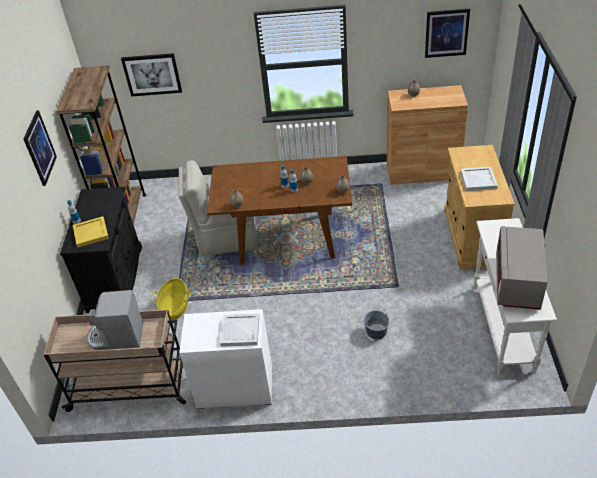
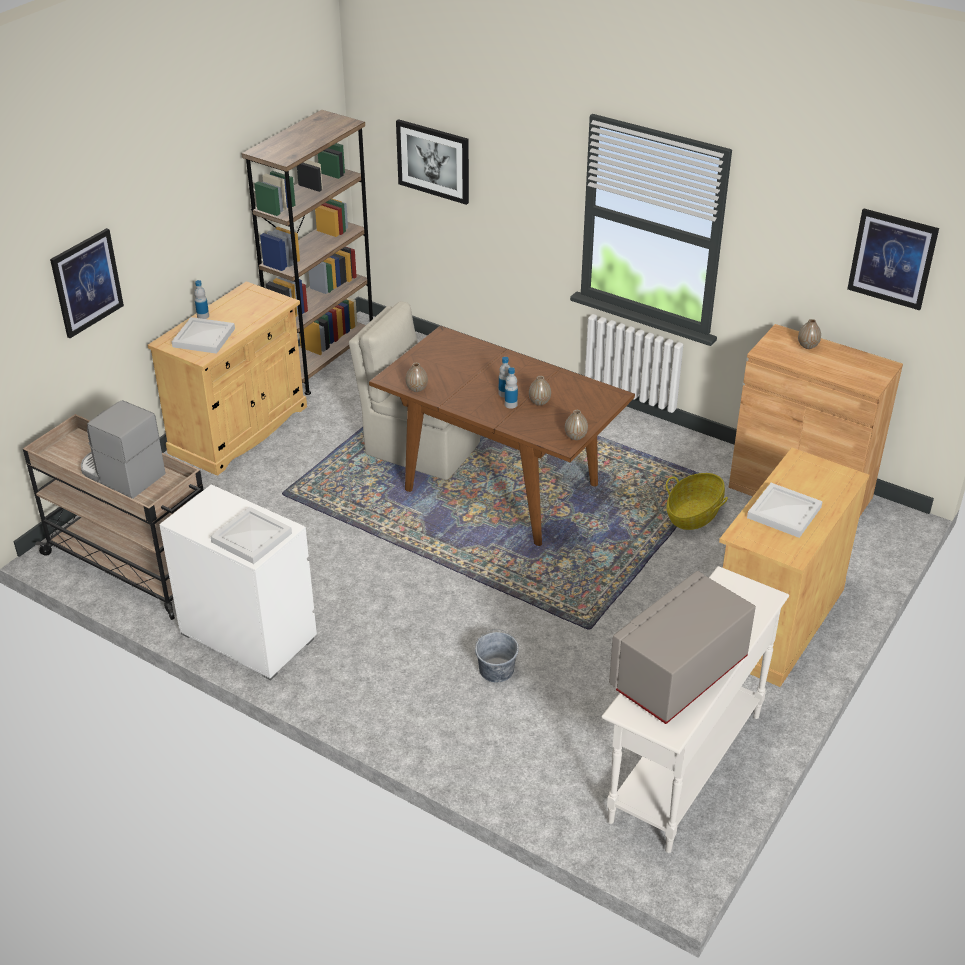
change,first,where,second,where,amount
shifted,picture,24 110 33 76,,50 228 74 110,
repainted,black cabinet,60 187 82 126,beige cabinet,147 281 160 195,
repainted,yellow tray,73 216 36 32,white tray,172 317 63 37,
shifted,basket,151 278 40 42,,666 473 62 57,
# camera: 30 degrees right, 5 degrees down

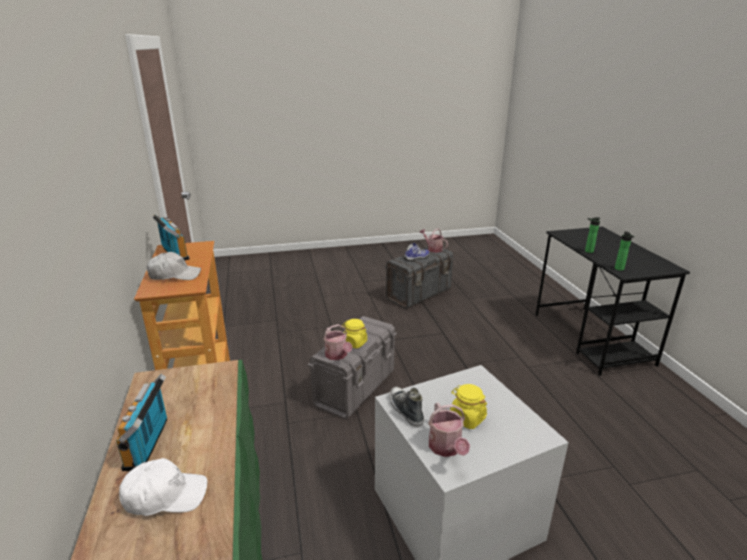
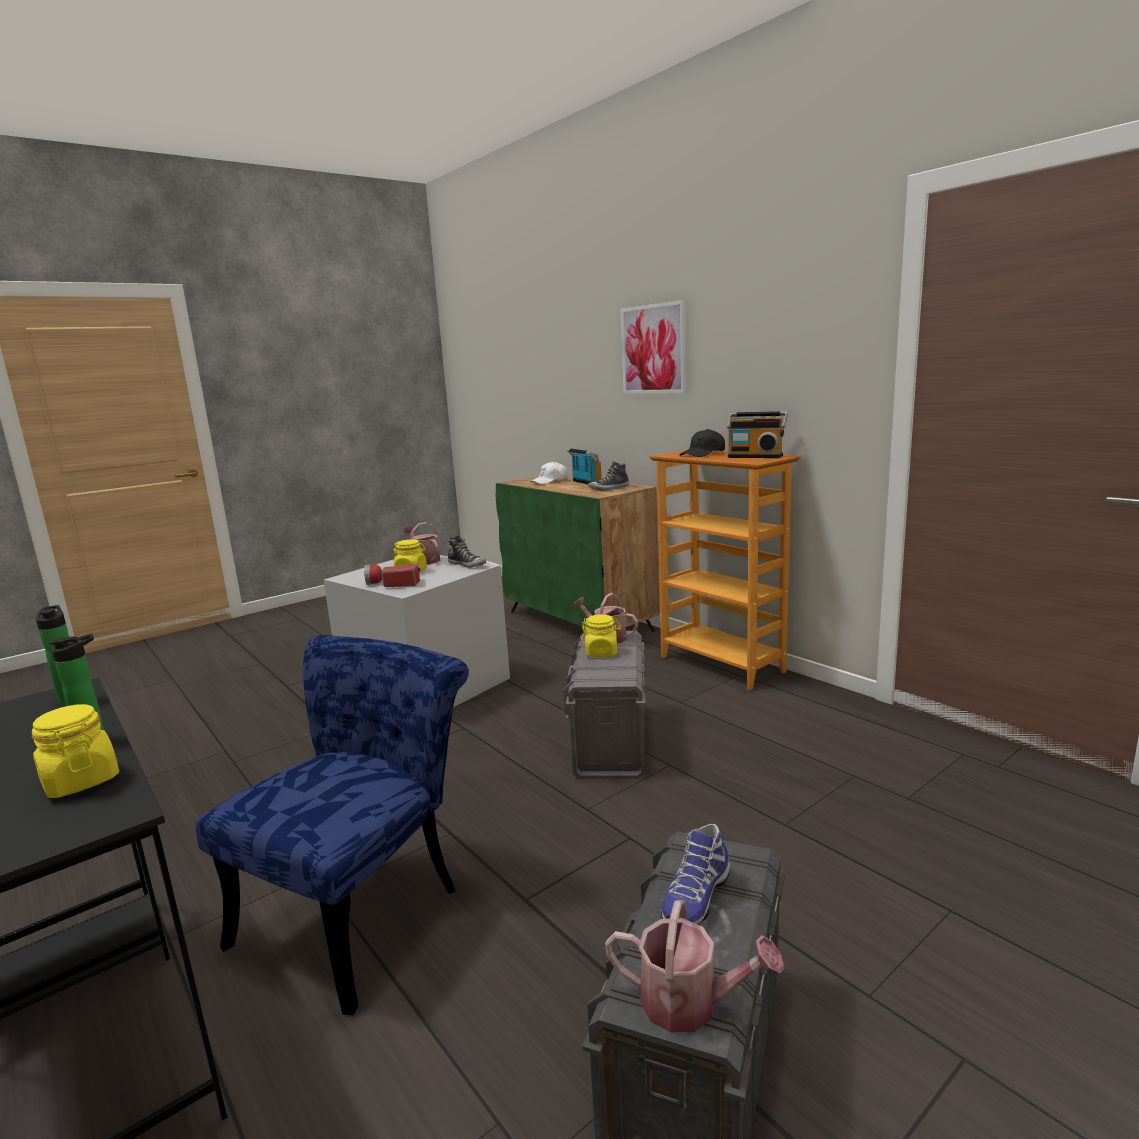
change,first,where,second,where,amount
repainted,white cap,147 252 54 28,black cap,680 429 45 28,
new,,,picture,620 300 67 94,
new,,,shoe,588 461 41 29,
new,,,flashlight,364 564 56 23,
new,,,blue chair,195 635 274 381,
new,,,yellow jar,31 704 88 94,
# camera: 155 degrees right, 10 degrees down

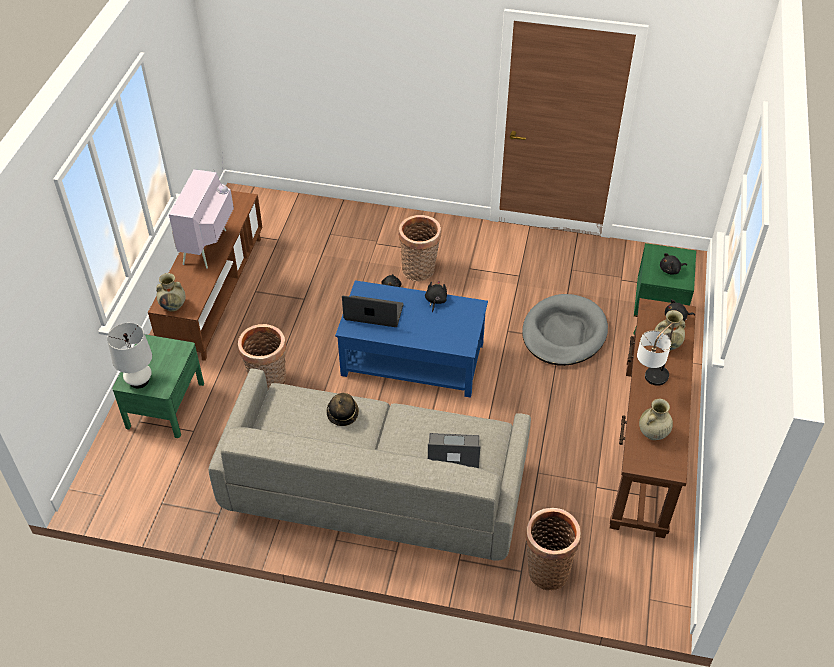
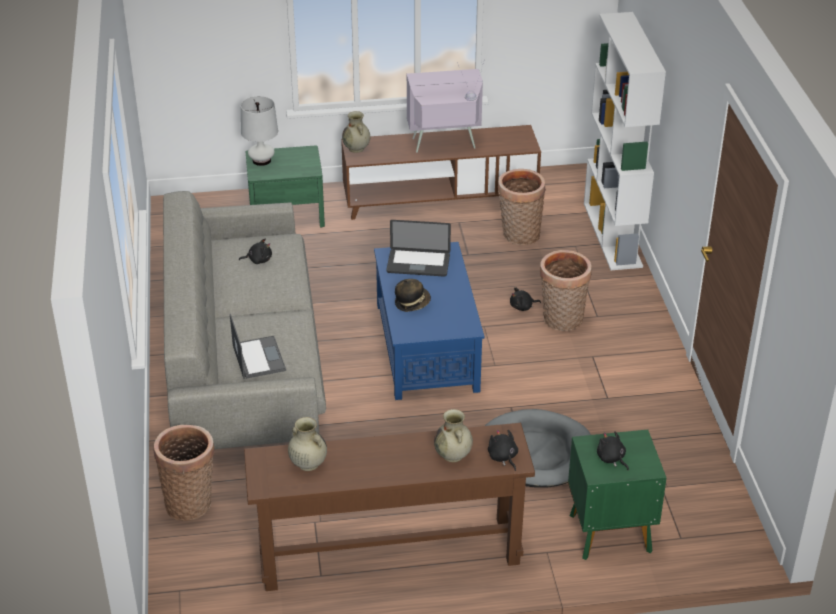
change,first,where,second,where,amount
shifted,black plush toy,425 281 22 31,,239 239 33 25,
rotated,laptop,342 296 61 31,,386 220 65 57,105 degrees clockwise
gone,table lamp,637 323 37 63,,,
shifted,basket,238 324 48 65,,498 169 48 76,
shifted,hat,326 393 33 33,,395 279 36 33,
new,,,white bookcase,584 12 82 258,
# camera: 70 degrees right, 10 degrees down

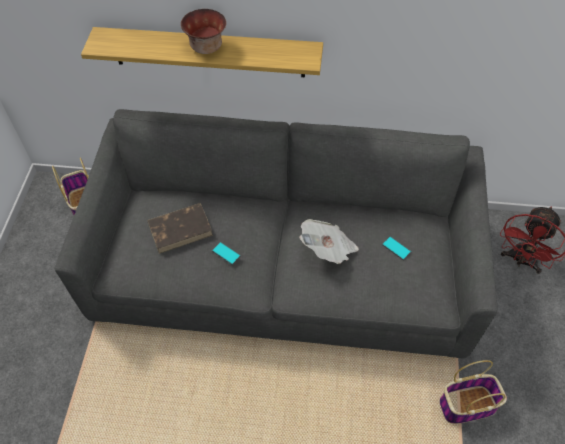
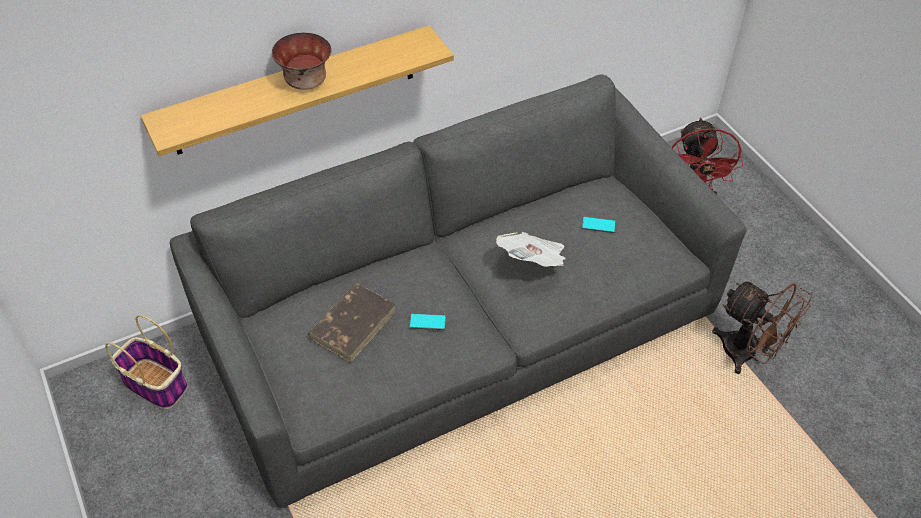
change,first,where,second,where,amount
swapped,basket,439 360 68 64,brown fan,712 282 100 92,
# camera: 35 degrees left, 5 degrees down

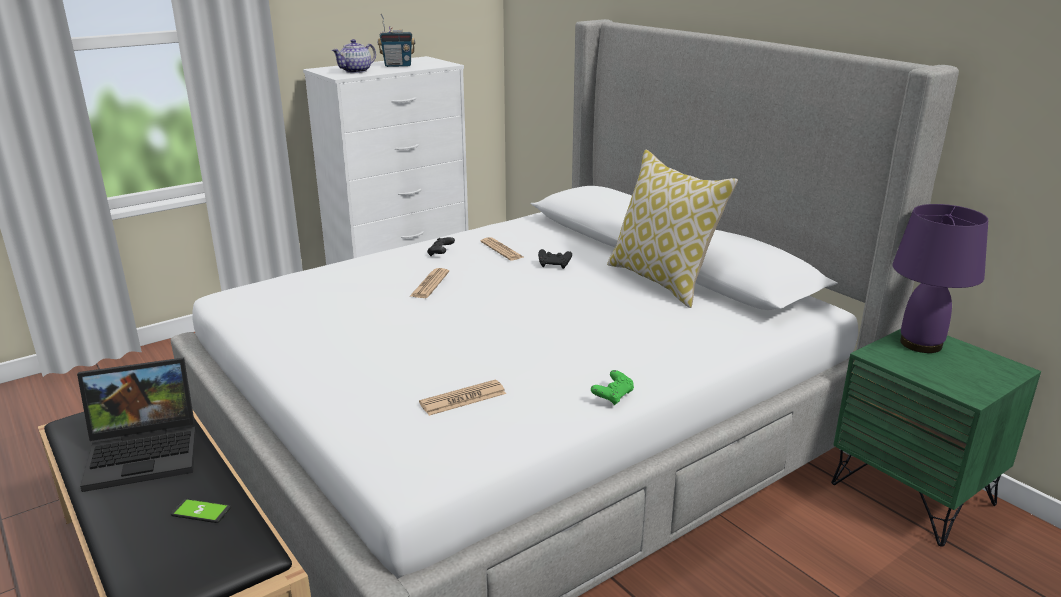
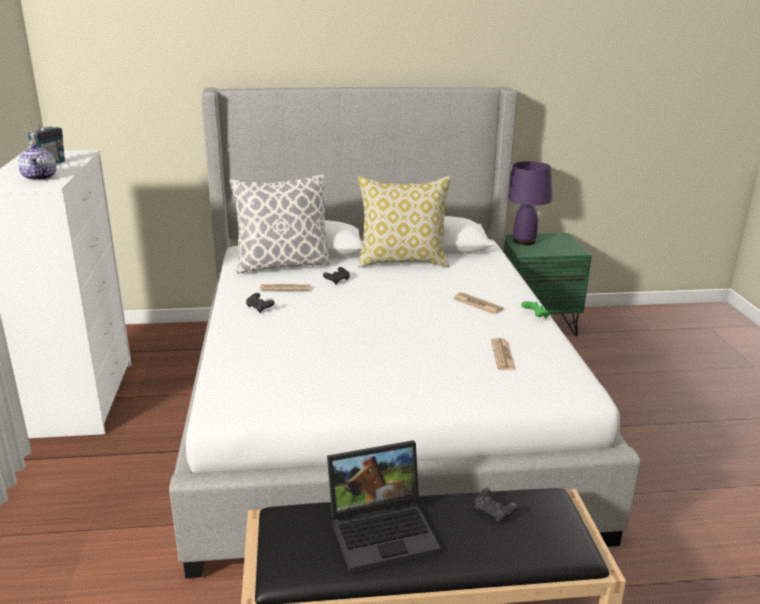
change,first,where,second,where,amount
shifted,newspaper,409 268 40 30,,453 292 51 22,
rotated,laptop,77 358 119 134,,327 440 114 134,60 degrees clockwise
swapped,phone,171 499 60 24,black game controller,475 488 43 35,
new,,,pillow,229 174 101 100,
# camera: 60 degrees left, 0 degrees up

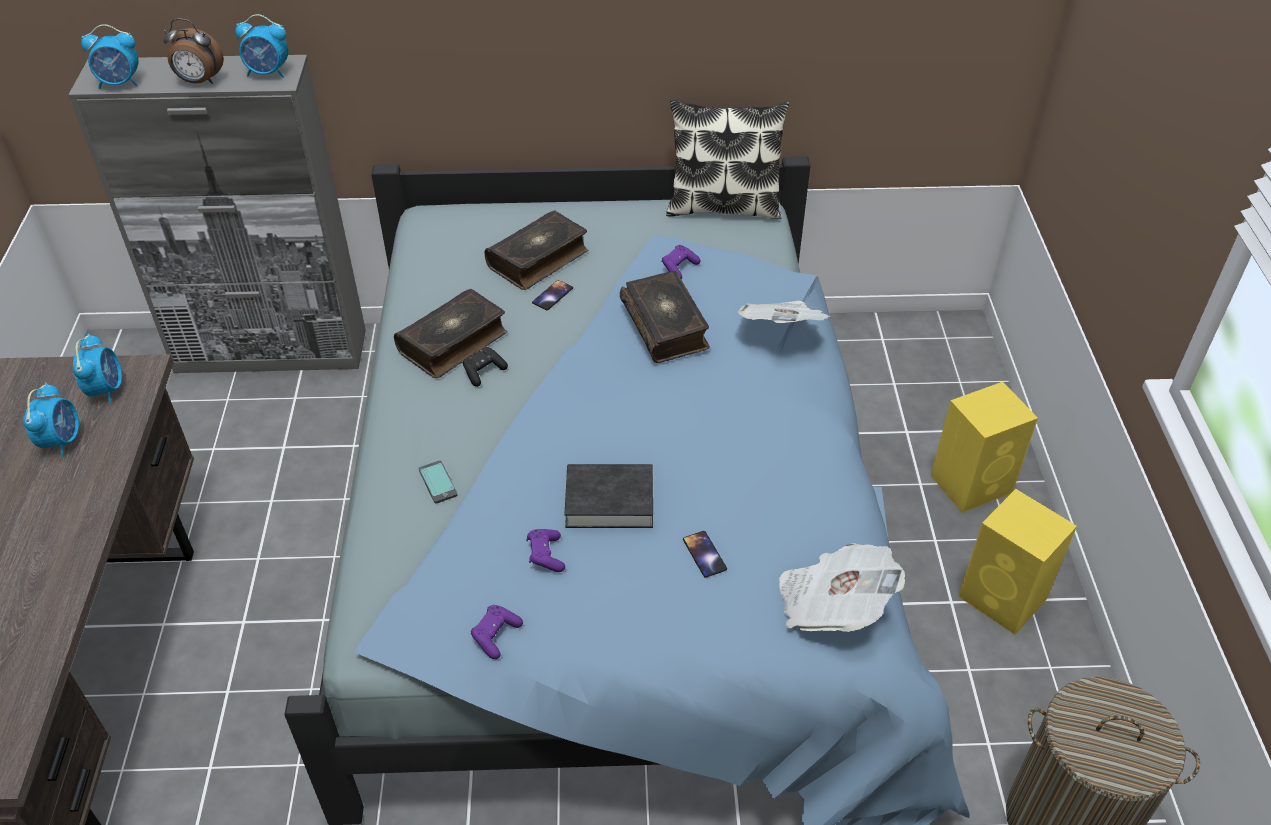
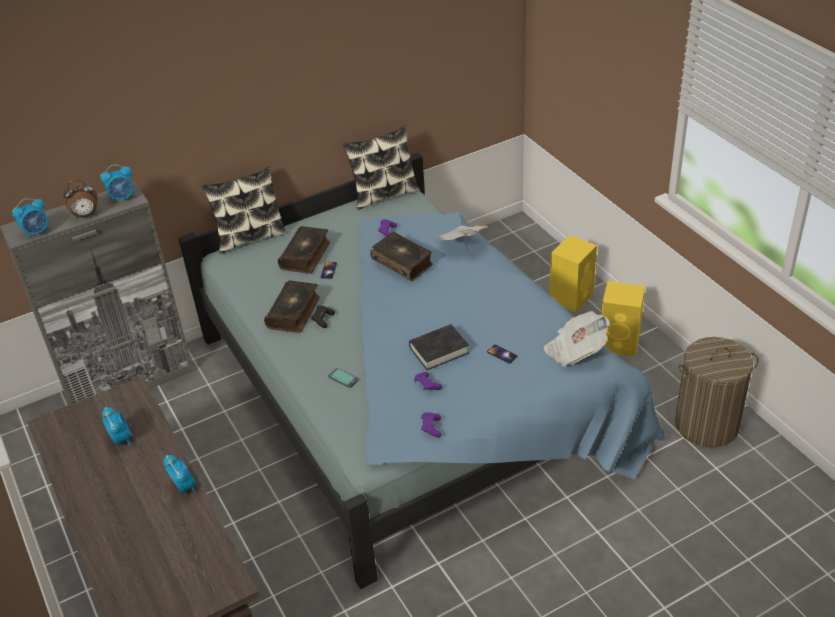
change,first,where,second,where,amount
shifted,alarm clock,73 334 49 70,,164 454 32 40,
new,,,pillow,201 166 87 88,
# camera: 25 degrees left, 5 degrees down

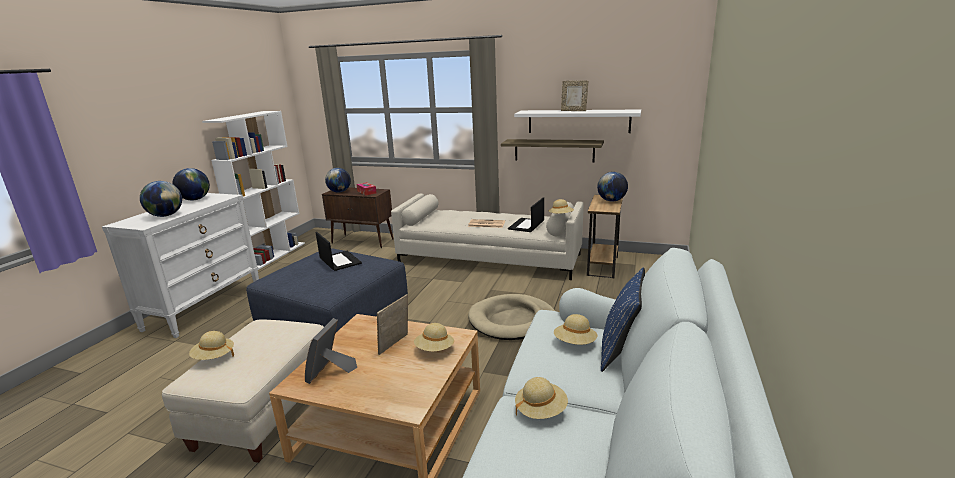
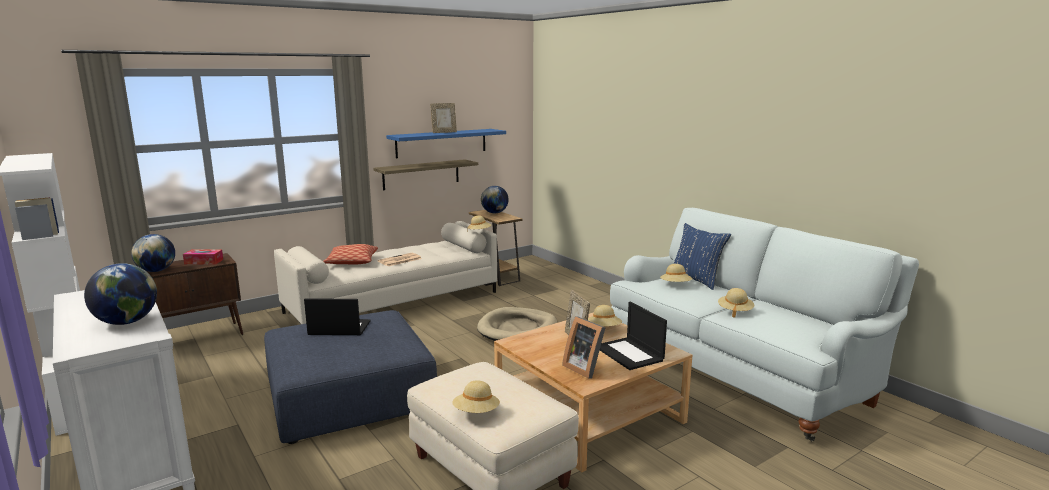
change,first,where,second,where,amount
repainted,white shelf,514 110 127 23,blue shelf,386 129 120 29,
gone,globe,172 168 38 32,,,
shifted,laptop,508 197 36 35,,600 302 67 68,
new,,,pillow,323 244 55 20,
# camera: 55 degrees left, 5 degrees down

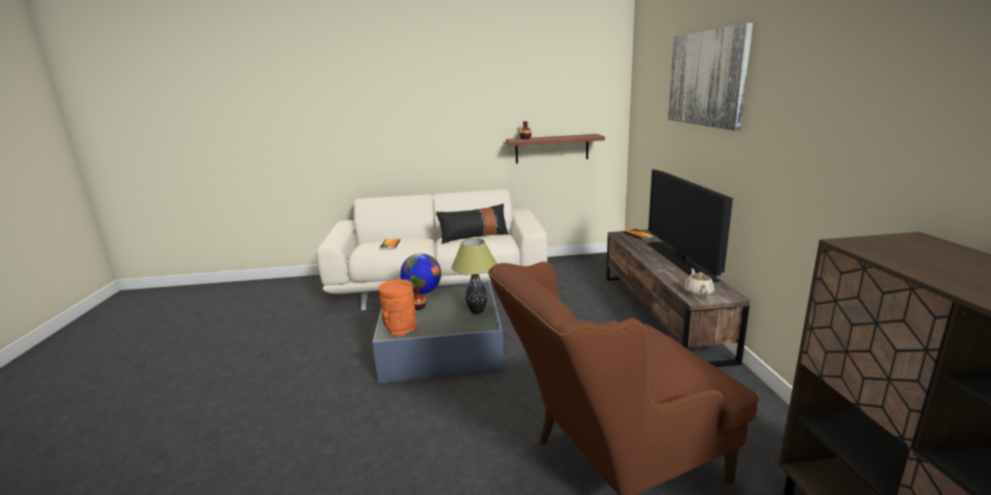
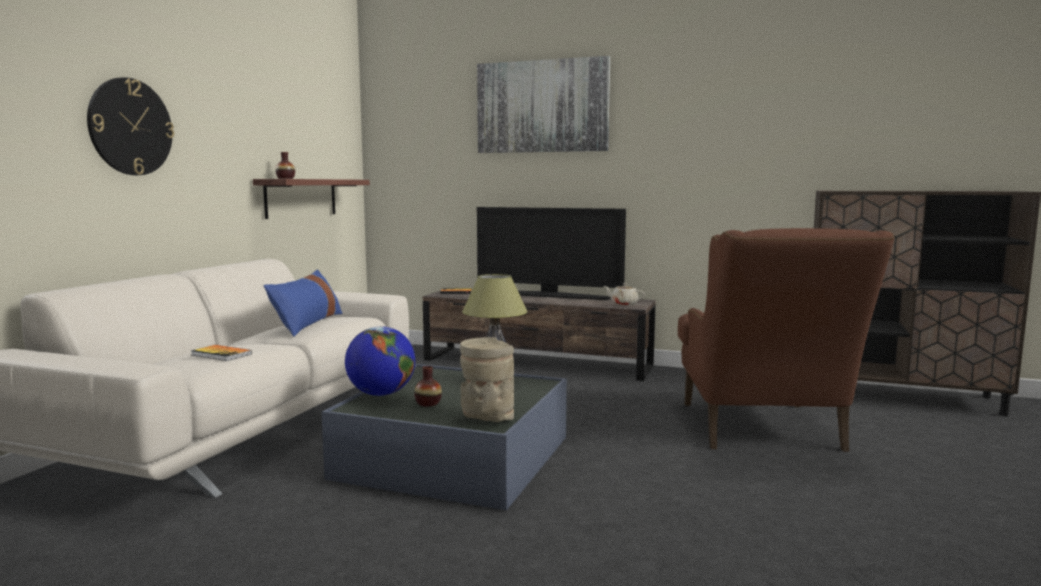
change,first,where,second,where,amount
repainted,black pillow,436 204 73 40,blue pillow,264 270 79 67,
repainted,orange vase,378 279 39 58,beige vase,460 337 54 85,
new,,,wall clock,87 77 87 98,
# camera: 65 degrees left, 10 degrees down

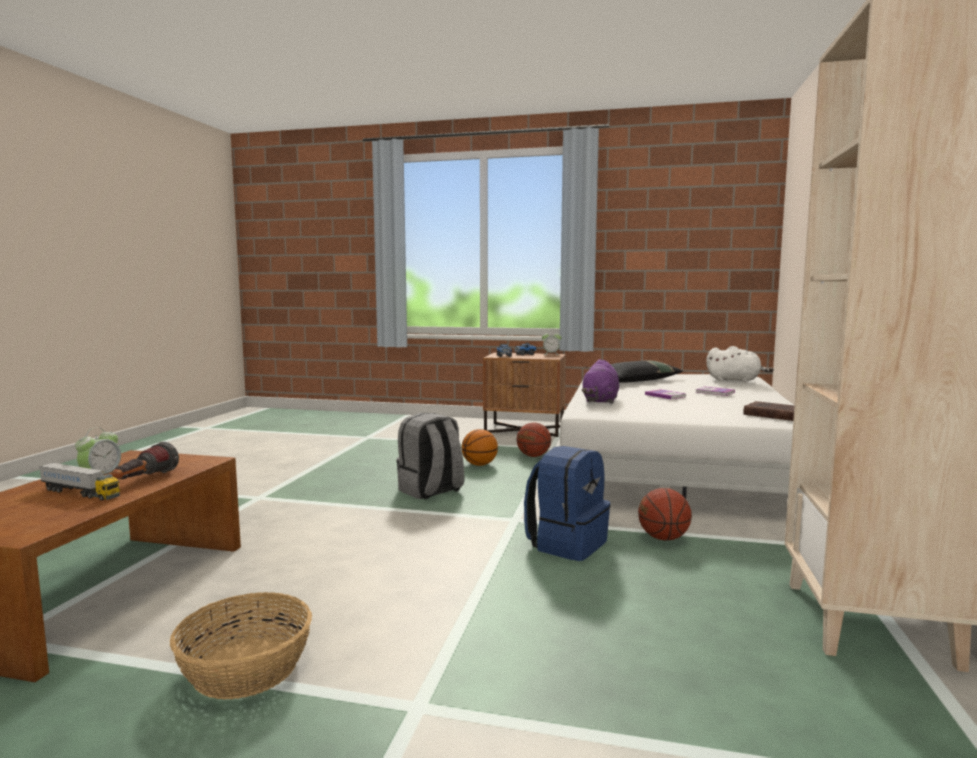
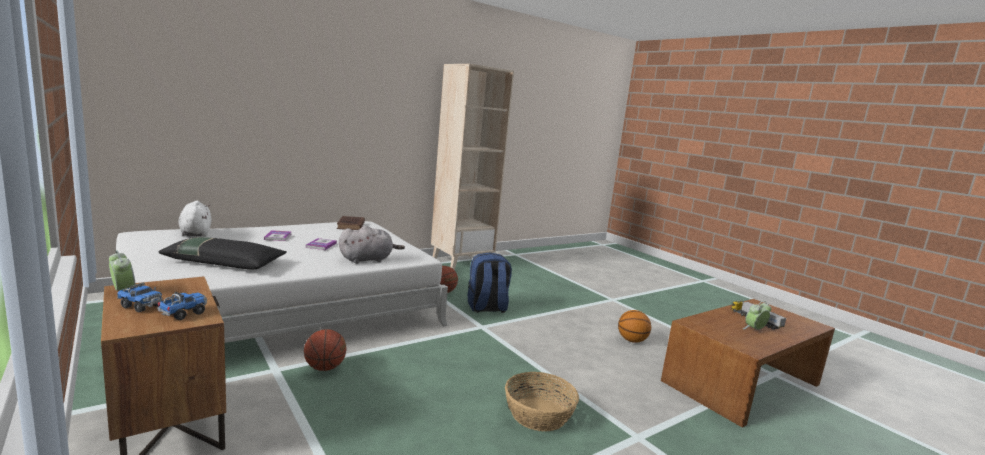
change,first,where,second,where,amount
repainted,purple plush toy,582 359 37 45,grey plush toy,339 226 66 38,
gone,grey backpack,397 413 67 86,,,
shifted,basketball,462 429 36 37,,618 310 33 33,
gone,flashlight,111 442 68 37,,,
shifted,basket,170 592 142 108,,505 372 74 59,
# camera: 140 degrees left, 5 degrees up

